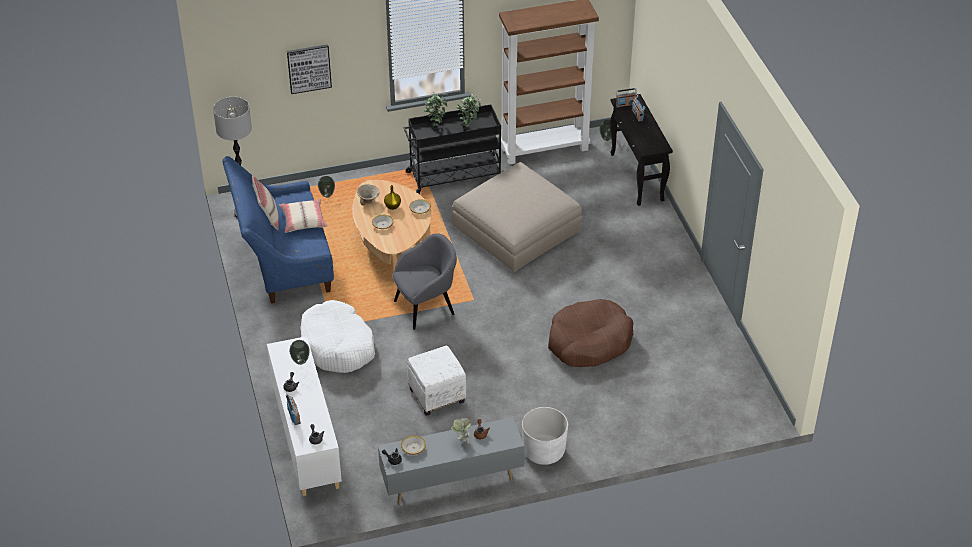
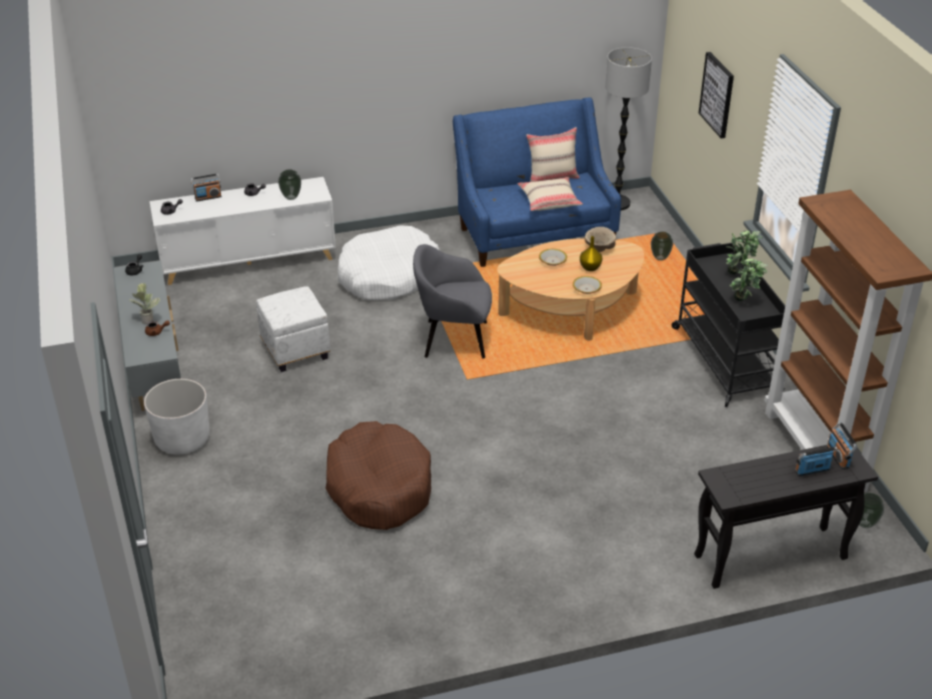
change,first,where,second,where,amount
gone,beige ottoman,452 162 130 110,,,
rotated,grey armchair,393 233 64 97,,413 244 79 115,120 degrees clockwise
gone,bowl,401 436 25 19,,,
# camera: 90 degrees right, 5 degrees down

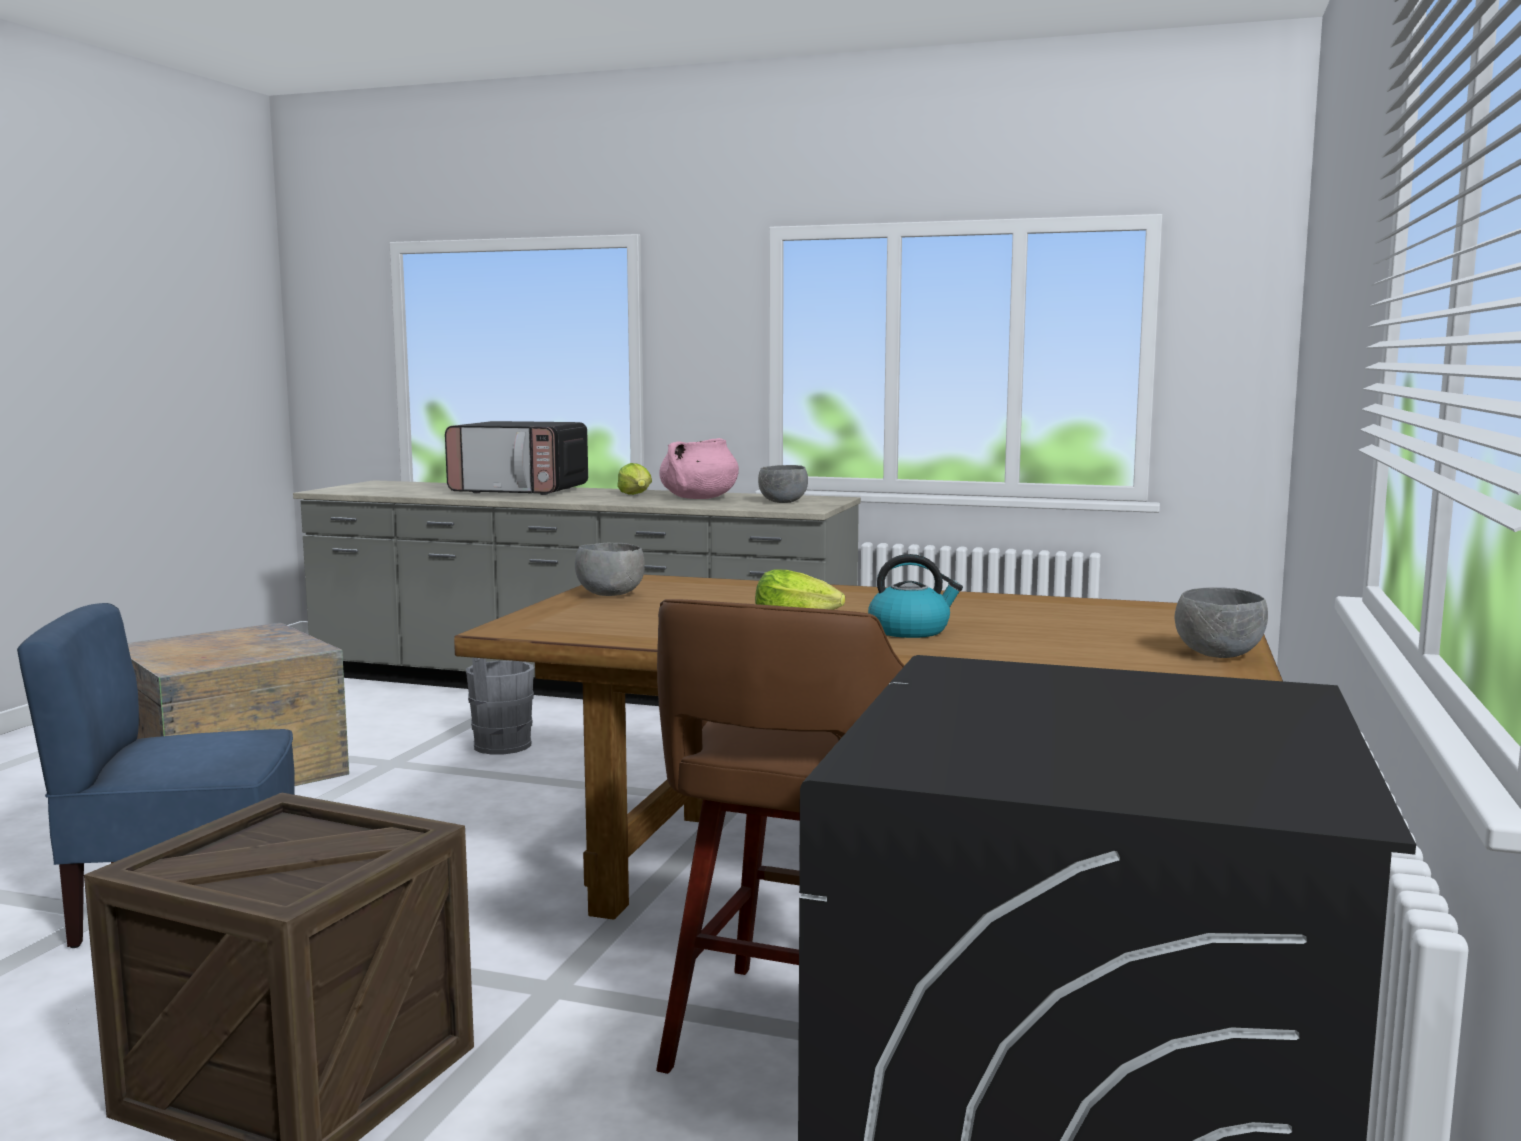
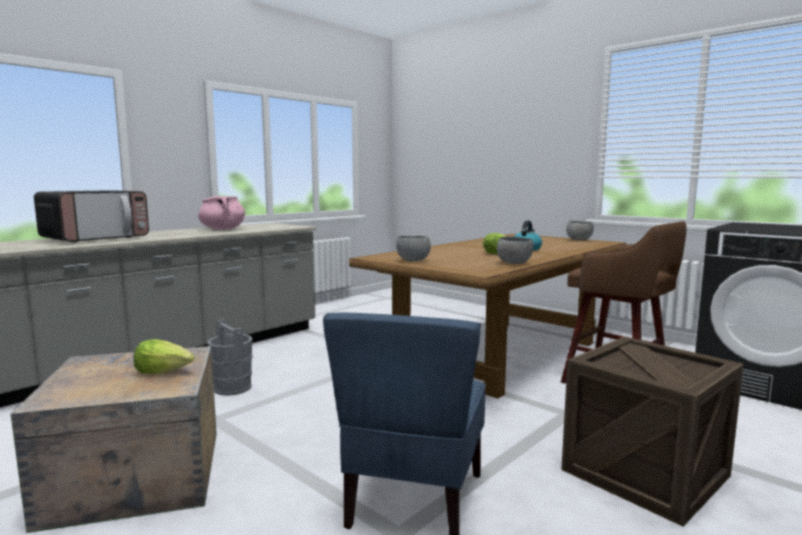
change,first,where,second,where,amount
shifted,lettuce,617 463 35 32,,134 339 60 35,
shifted,grey bowl,758 465 50 38,,497 236 37 28,
# camera: 65 degrees left, 0 degrees up

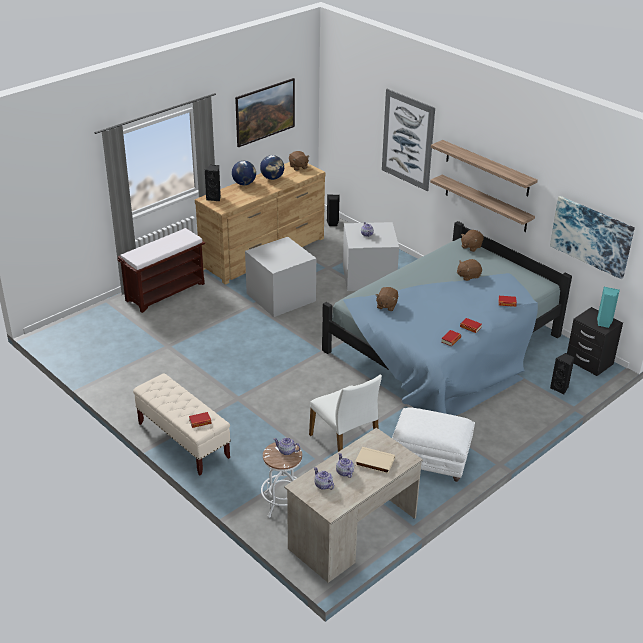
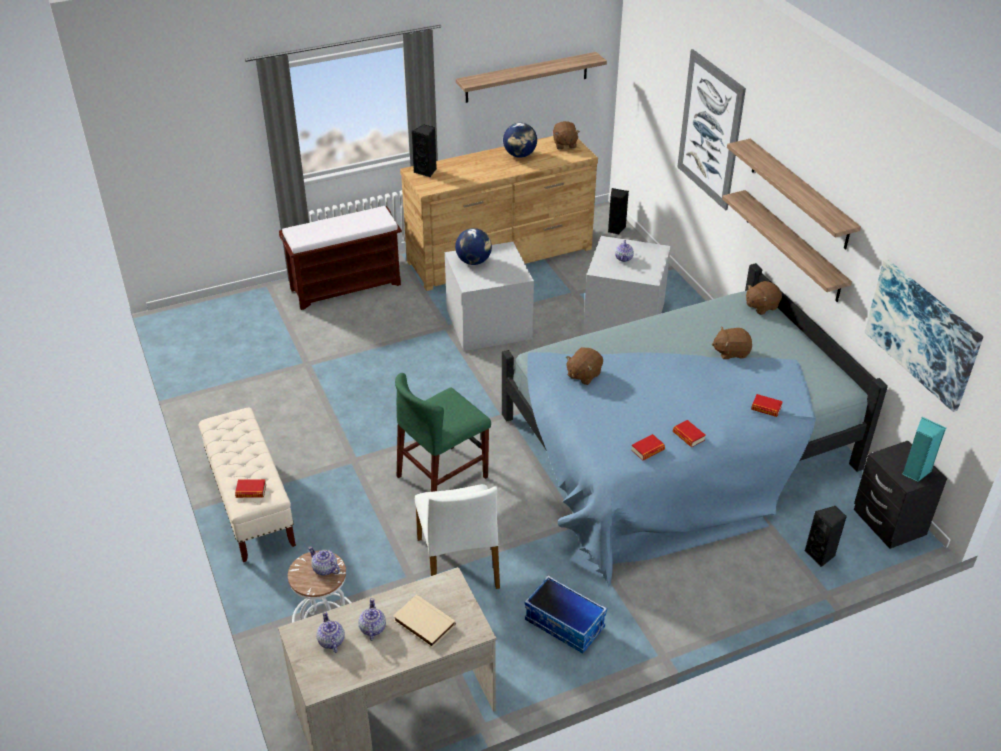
change,first,where,second,where,amount
swapped,picture,235 78 60 70,shelf,456 52 151 51,
shifted,globe,232 161 24 24,,455 228 37 37,
swapped,white ottoman,392 407 83 75,storage box,524 576 83 77,
new,,,green chair,395 373 96 119,
# camera: 20 degrees right, 5 degrees up

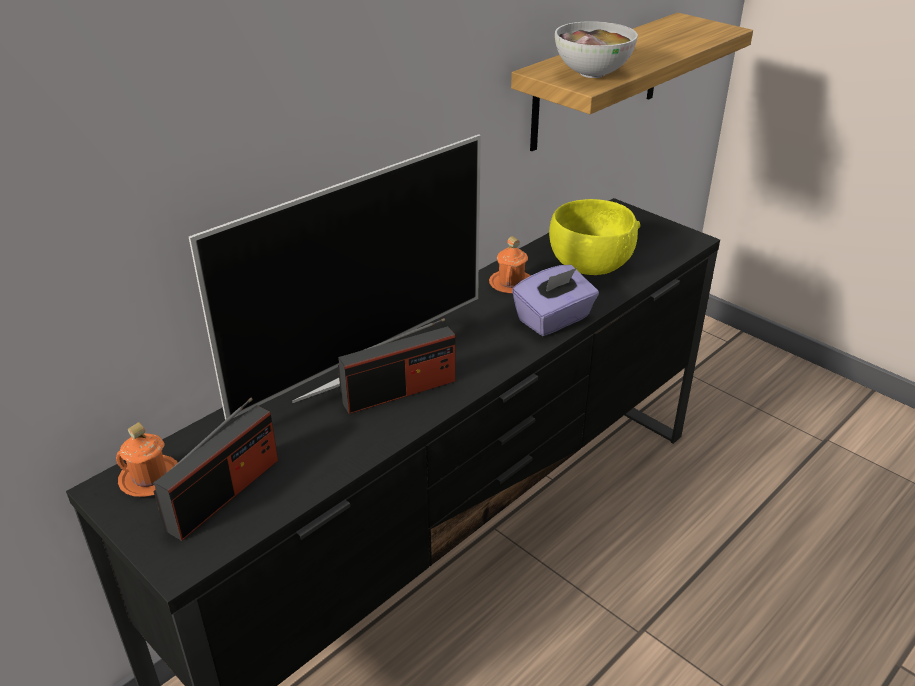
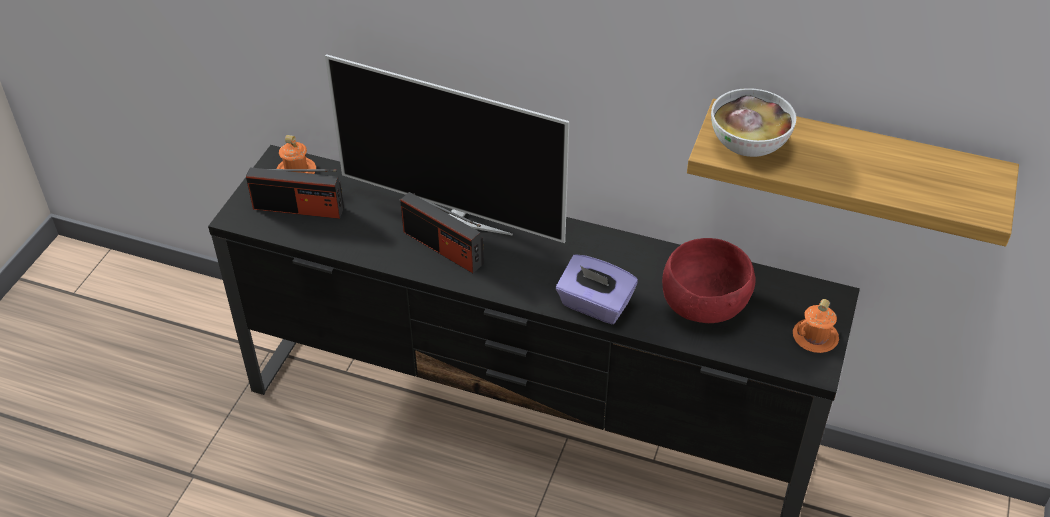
change,first,where,second,where,amount
repainted,yellow bowl,549 199 91 76,red bowl,662 238 94 85,
shifted,orange mug,489 236 42 58,,793 299 46 54,
# camera: 65 degrees right, 10 degrees up

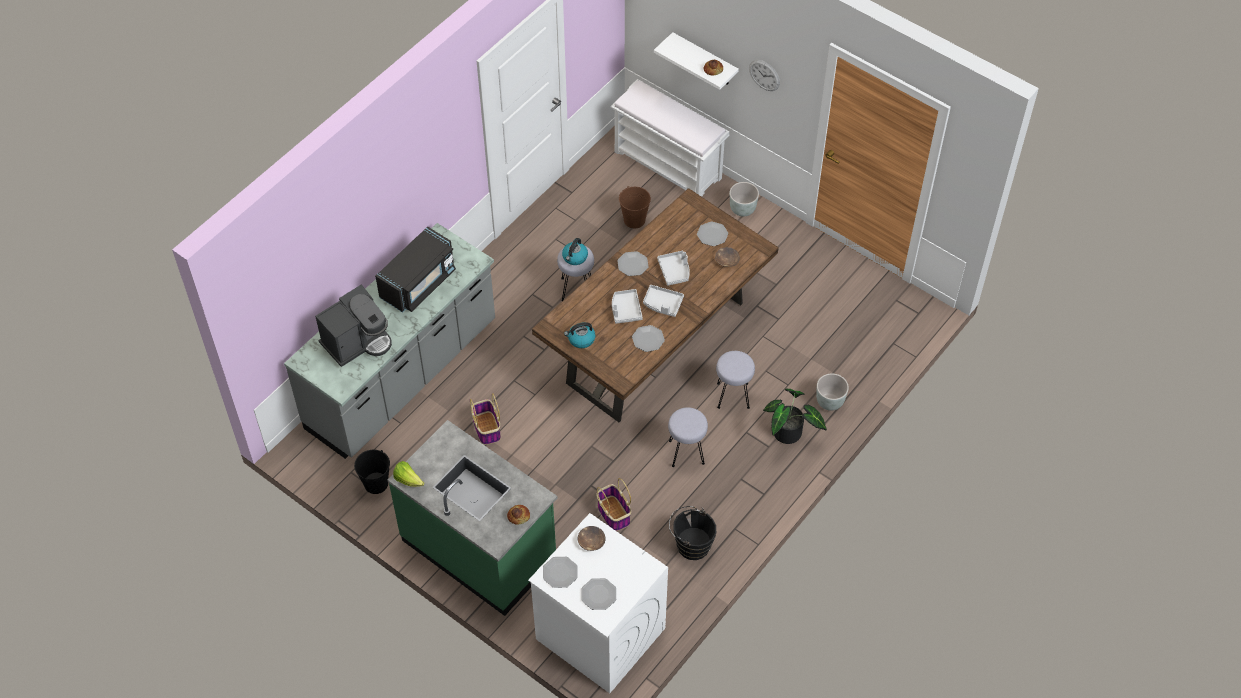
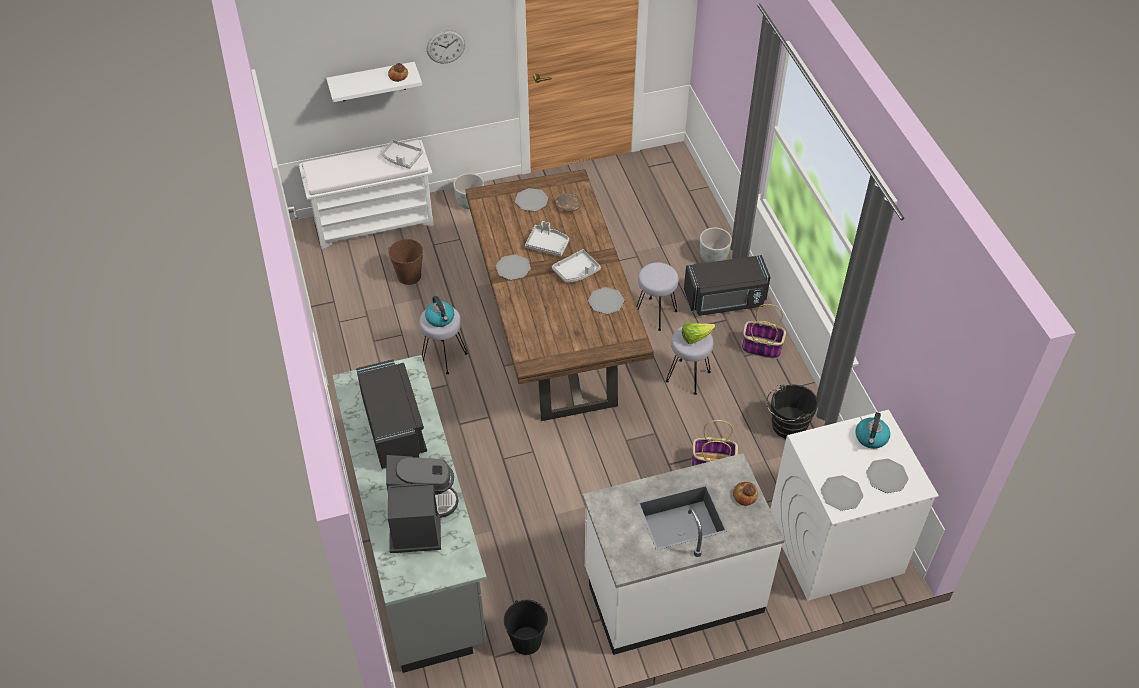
change,first,where,second,where,amount
shifted,grey tray,612 289 31 35,,382 139 41 30,
shifted,kettle,564 322 32 26,,855 412 35 37,
swapped,potted plant,763 389 64 55,black microwave,684 255 86 61,
shifted,basket,470 393 31 52,,742 304 44 55,
repainted,green counter,388 420 169 196,white counter,583 453 202 202,
shifted,lettuce,393 461 31 26,,682 323 33 21,
gone,brown bowl,578 526 27 25,,,
# camera: 55 degrees left, 5 degrees down

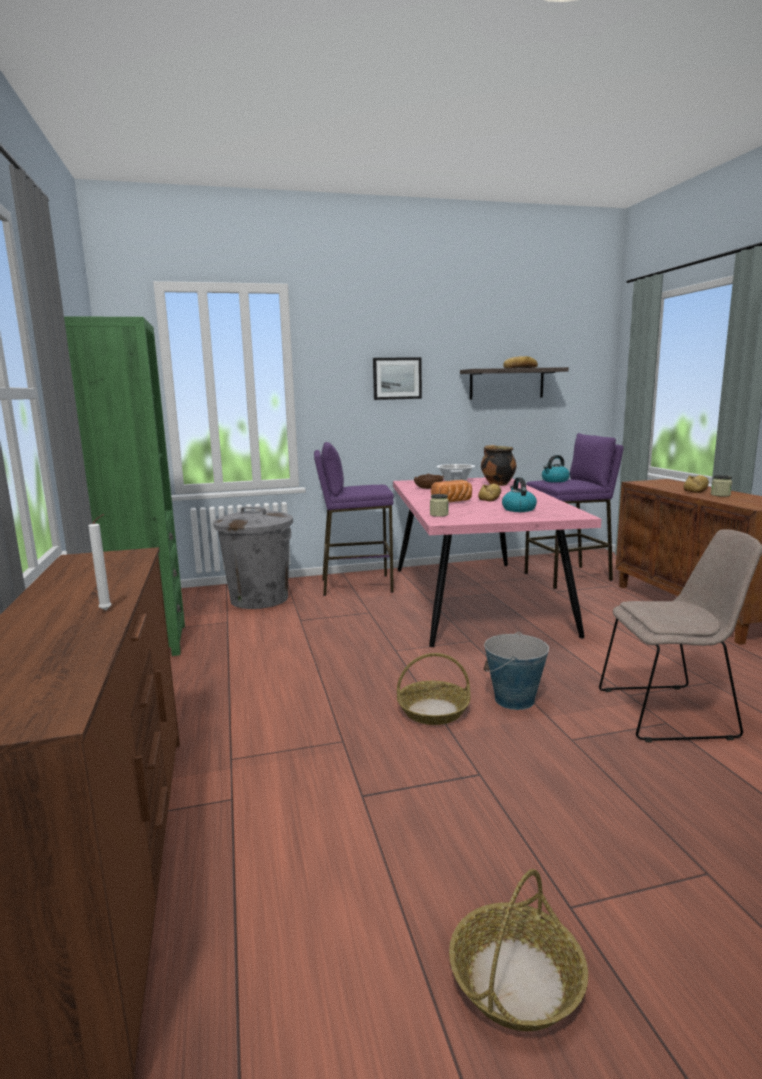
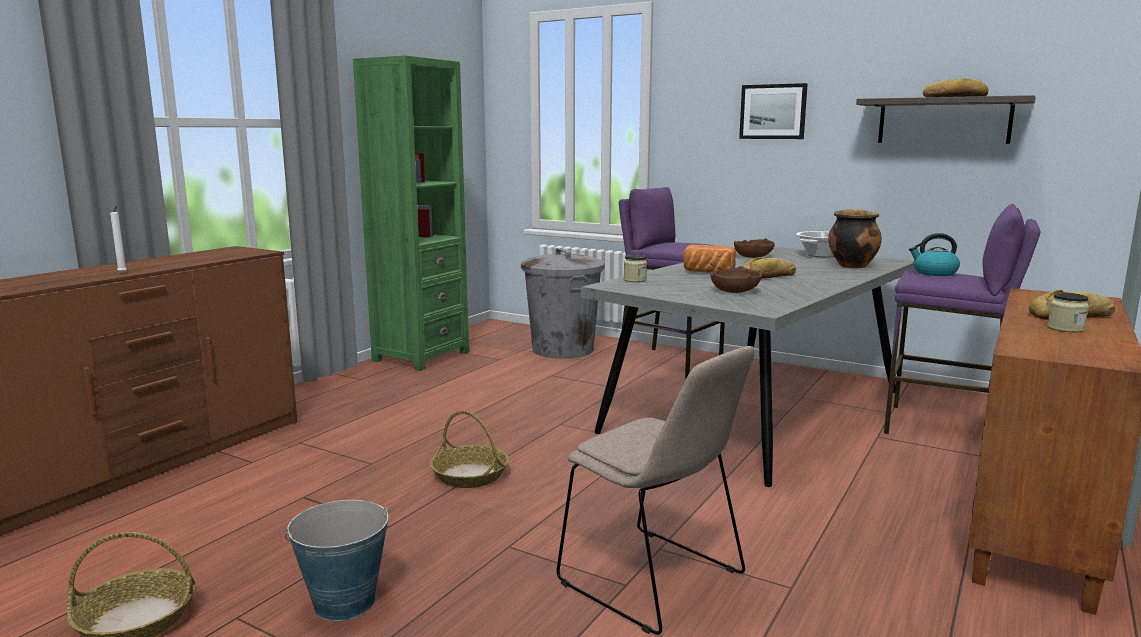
change,first,where,second,where,amount
swapped,kettle,502 477 35 35,brown bowl,711 266 52 27,
repainted,pink dining table,393 478 208 169,grey dining table,581 247 335 240,
shifted,bucket,483 632 66 78,,285 500 103 121,
# camera: 45 degrees right, 0 degrees up

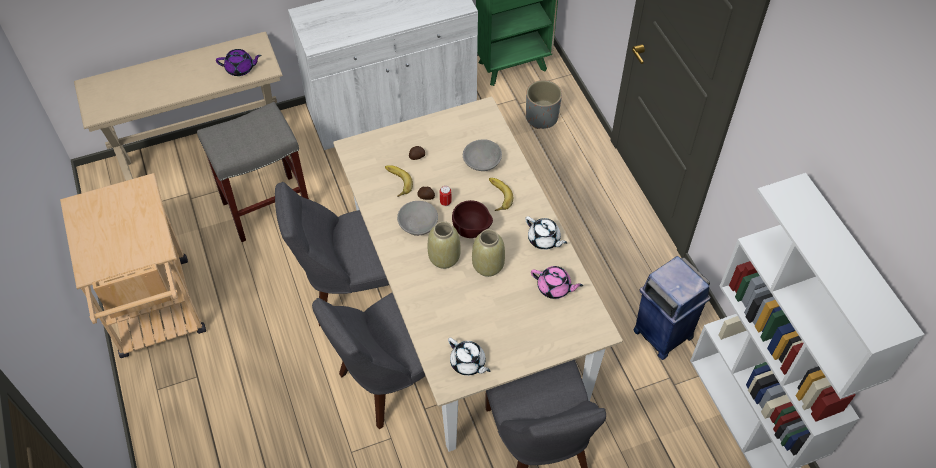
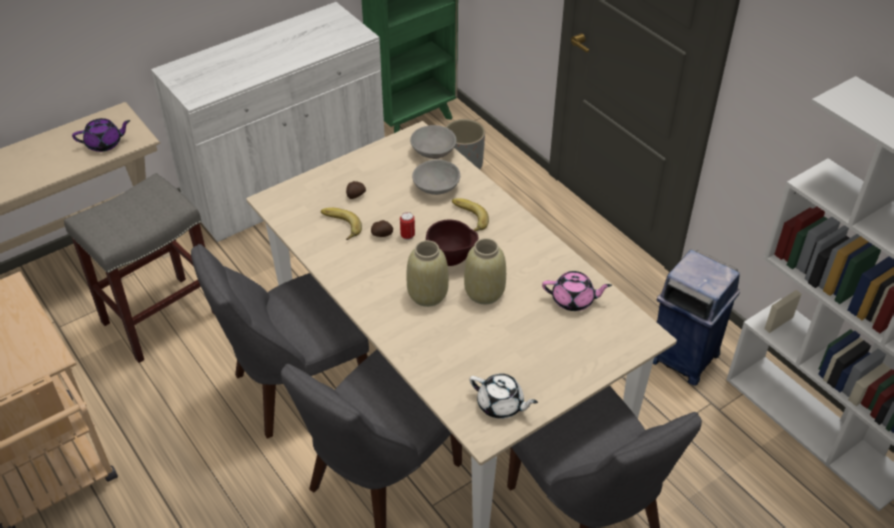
change,first,where,second,where,amount
shifted,grey bowl,397 201 41 35,,410 125 46 34,
gone,white teapot,525 216 42 34,,,
# camera: 15 degrees left, 10 degrees down

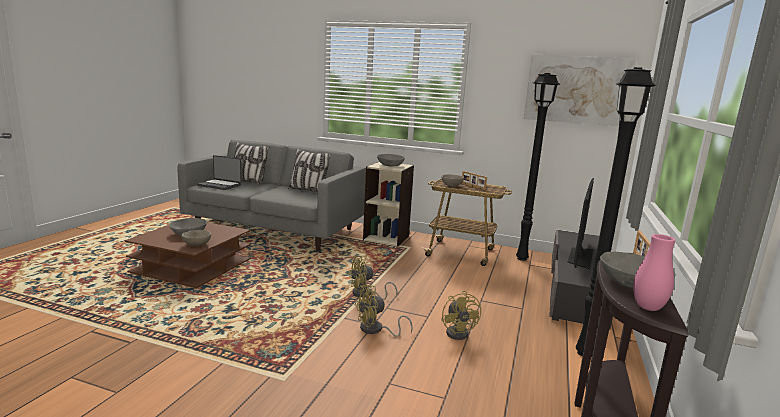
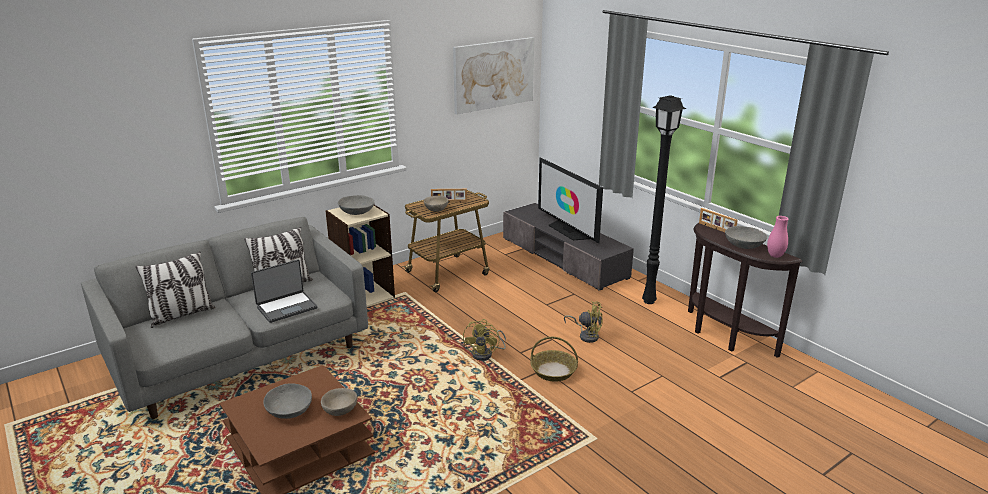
change,first,where,second,where,amount
gone,black floor lamp,516 73 44 188,,,
shifted,laptop,197 155 45 35,,251 259 67 64,
swapped,yellow fan,355 285 58 52,basket,530 337 48 45,
# camera: 55 degrees left, 10 degrees up

